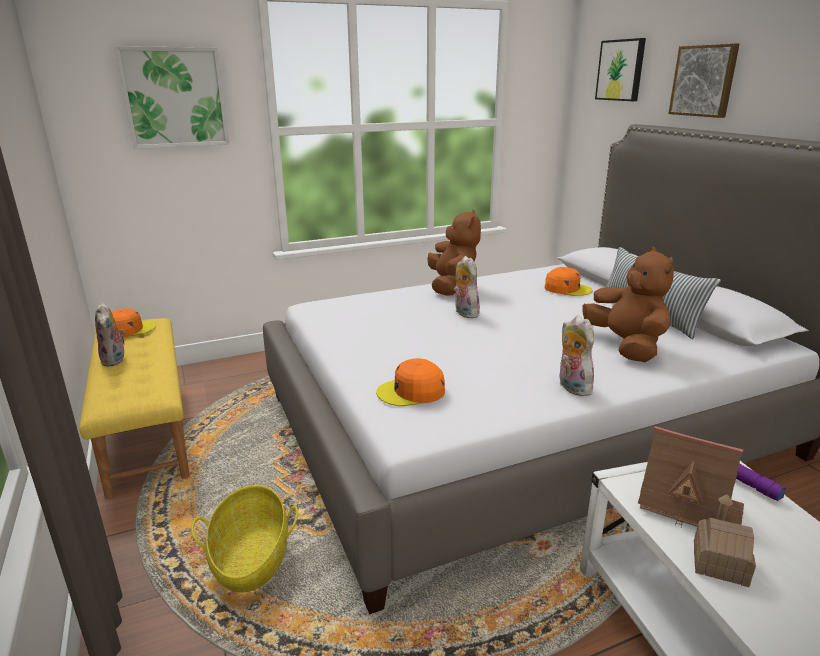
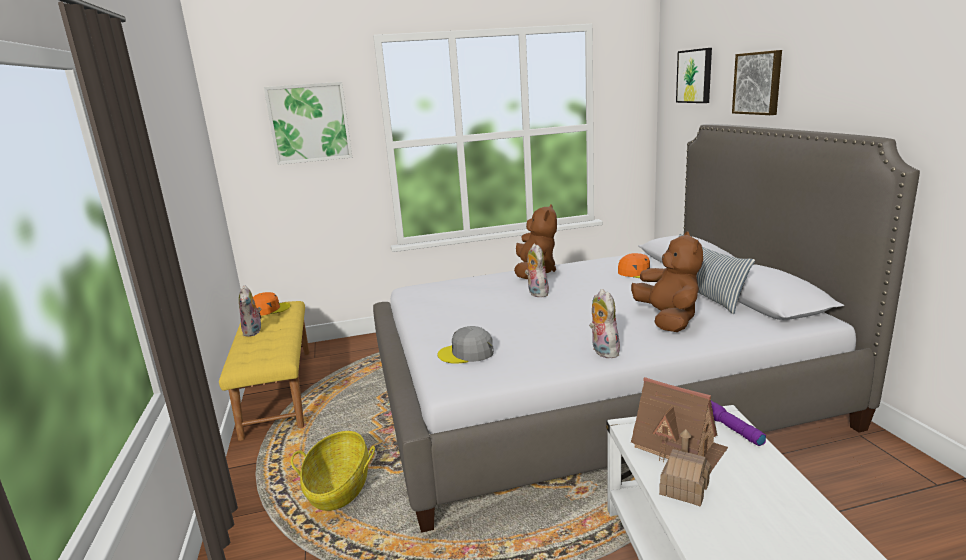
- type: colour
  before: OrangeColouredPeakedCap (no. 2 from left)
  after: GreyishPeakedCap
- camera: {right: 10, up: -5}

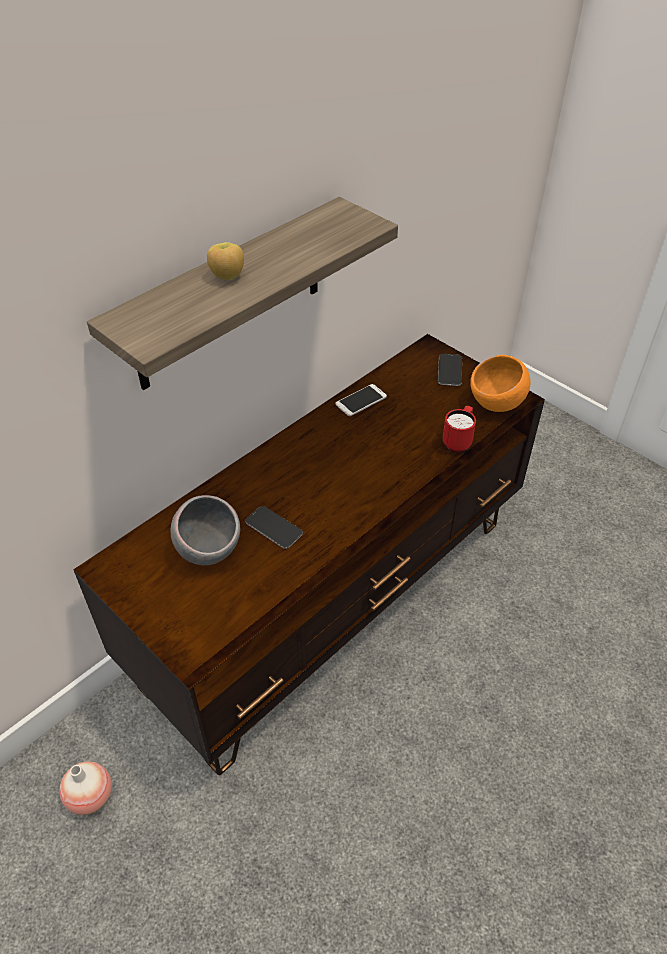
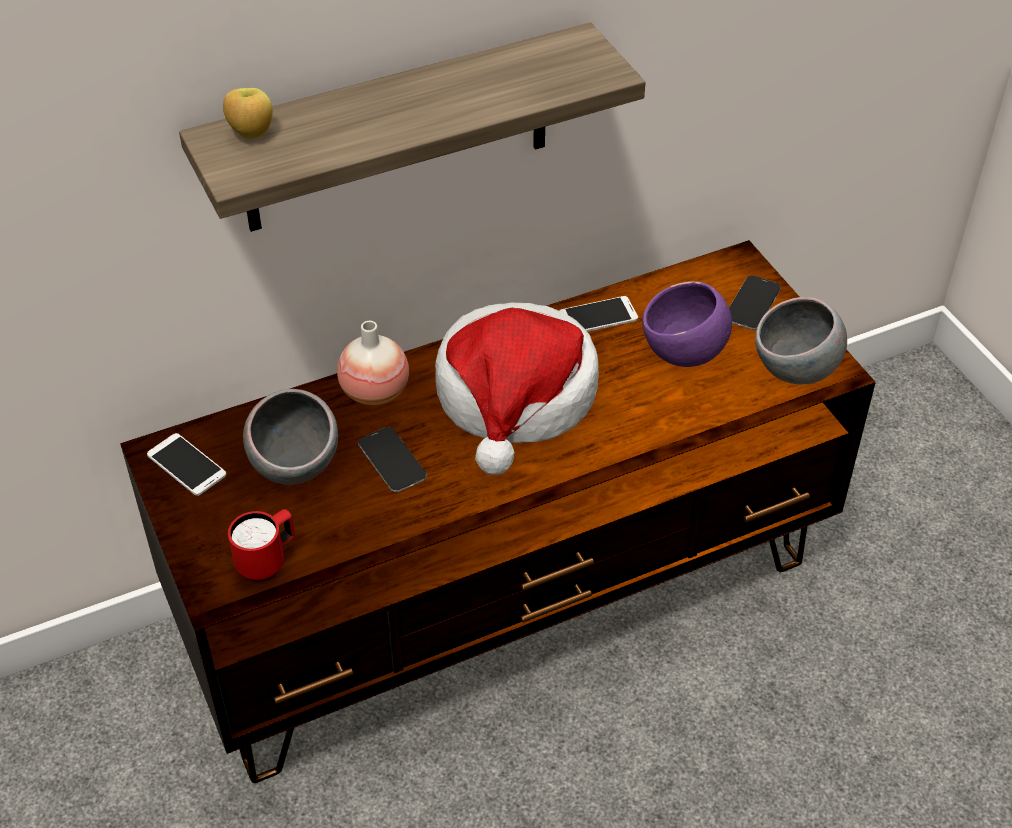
- type: appeared
  after: Phone (no. 1 from left)
- type: relocated
  before: Apple
- type: relocated
  before: ReddishTeaMug
- type: relocated
  before: DecorativeVase
- type: appeared
  after: ClothingHat
- type: appeared
  after: PurpleColouredBowl
- type: colour
  before: OrangeColouredBowl
  after: GreyishBowl (no. 2 from left)
- camera: {right: 20, up: 0}

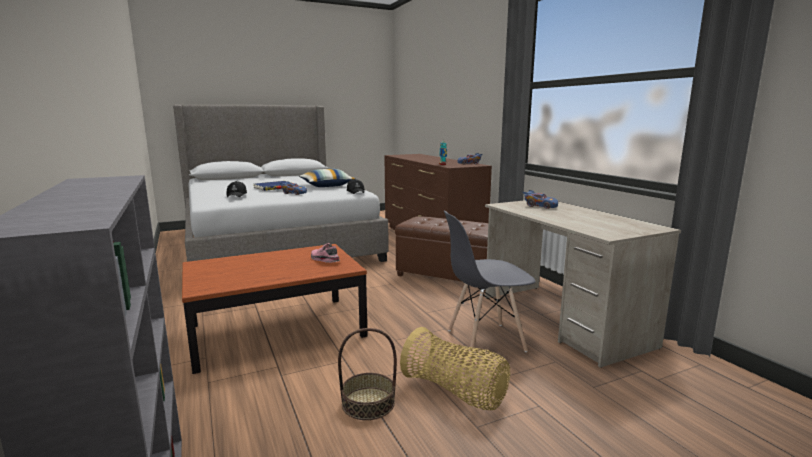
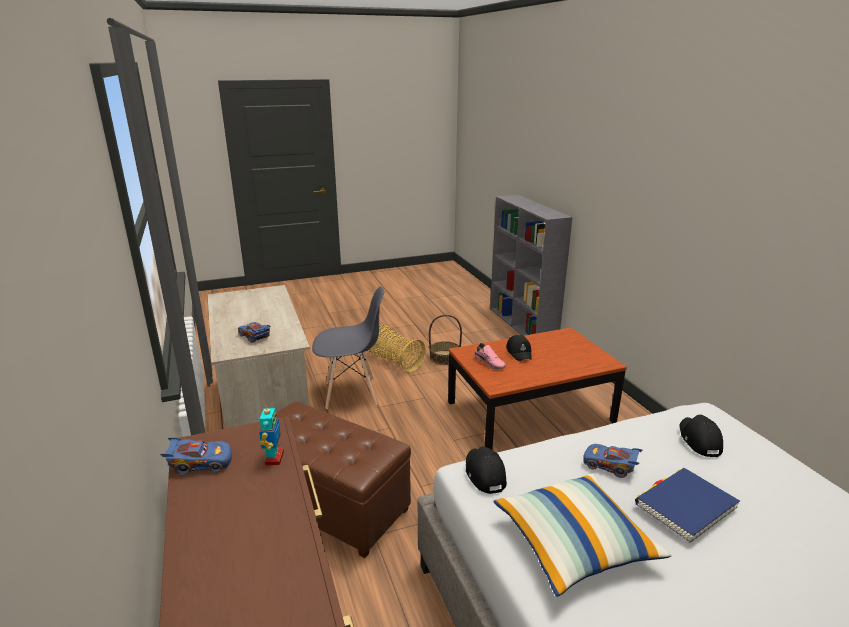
- type: appeared
  after: BlackColouredPeakedCap (no. 2 from left)
- camera: {right: -175, up: 10}

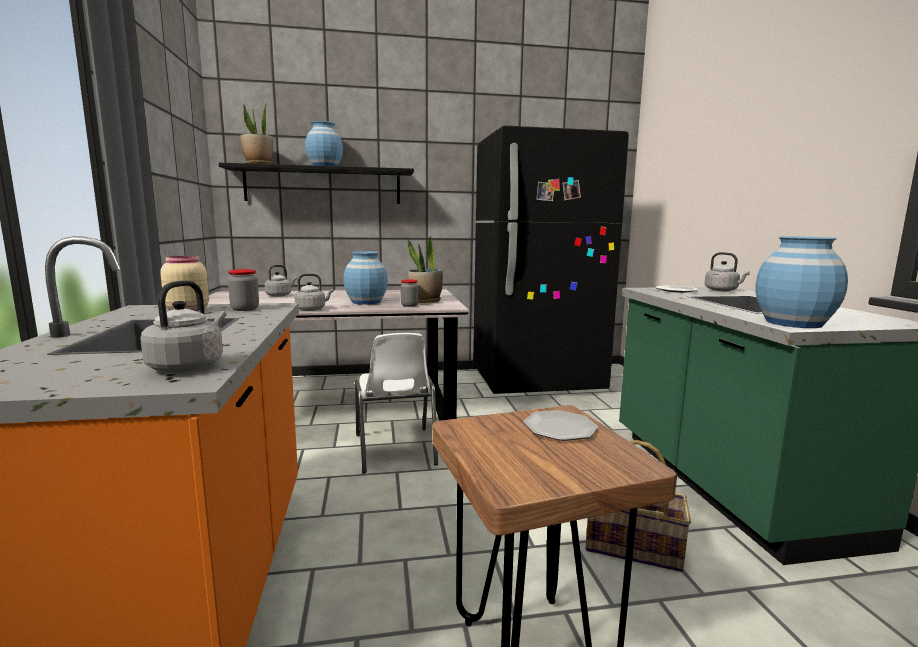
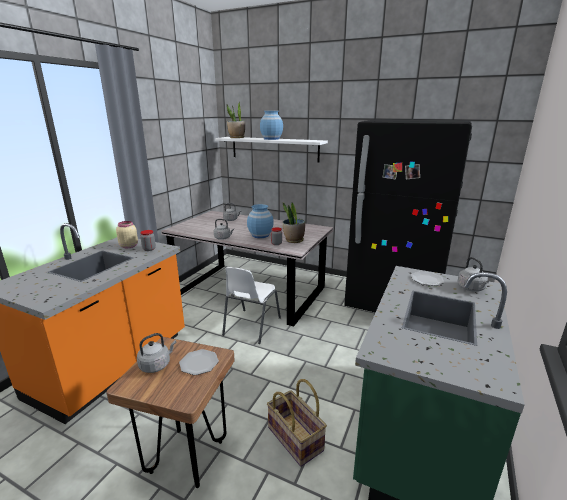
- type: relocated
  before: GreyishTeaKettle (no. 1 from left)
- type: colour
  before: BlackColouredBracketShelf
  after: WhitishBracketShelf
- type: missing
  before: BlueColouredDecorativeVase (no. 3 from left)
- camera: {right: 35, up: 10}

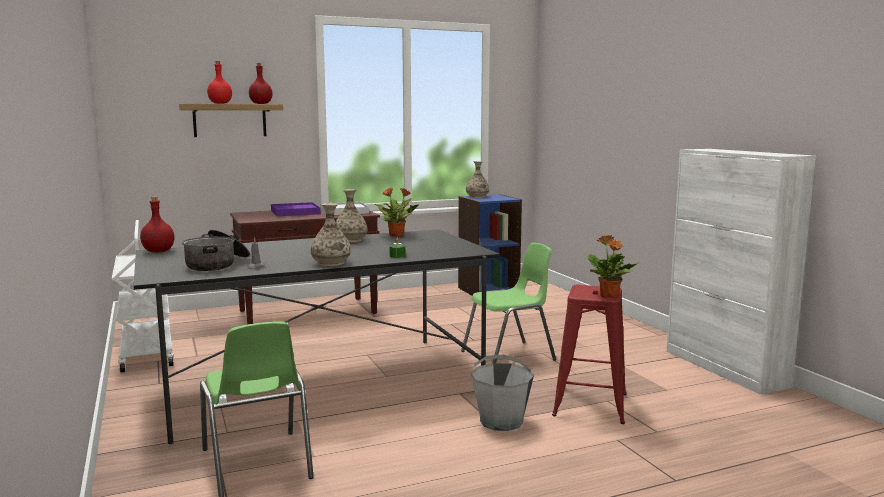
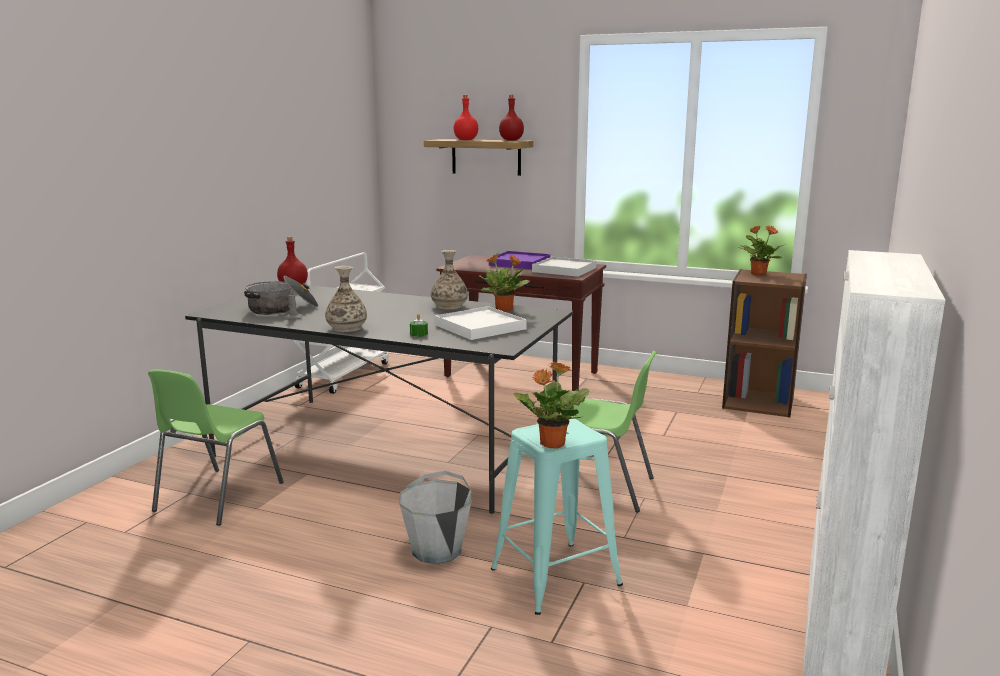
- type: appeared
  after: WhitishCarryingTray (no. 1 from left)
- type: colour
  before: ReddishStool
  after: TurquoiseStool
- type: colour
  before: BlueColouredBookcase
  after: BrownColouredBookcase
- type: exchanged
  before: DecorativeVase (no. 3 from left)
  after: Houseplant (no. 3 from left)
- camera: {right: 45, up: 5}

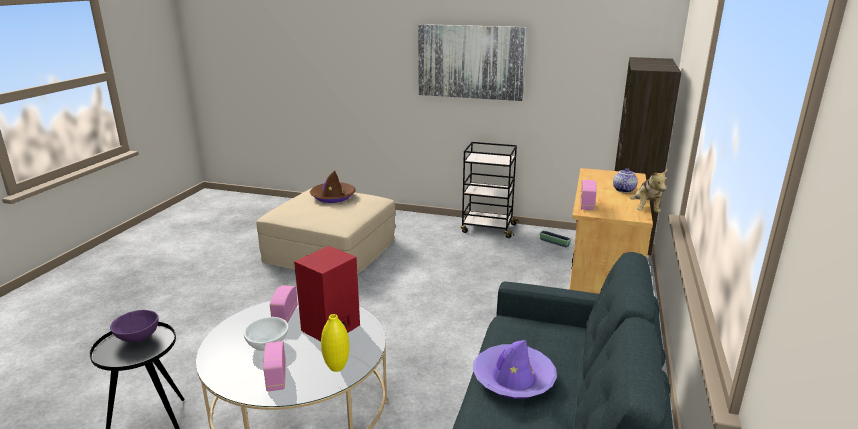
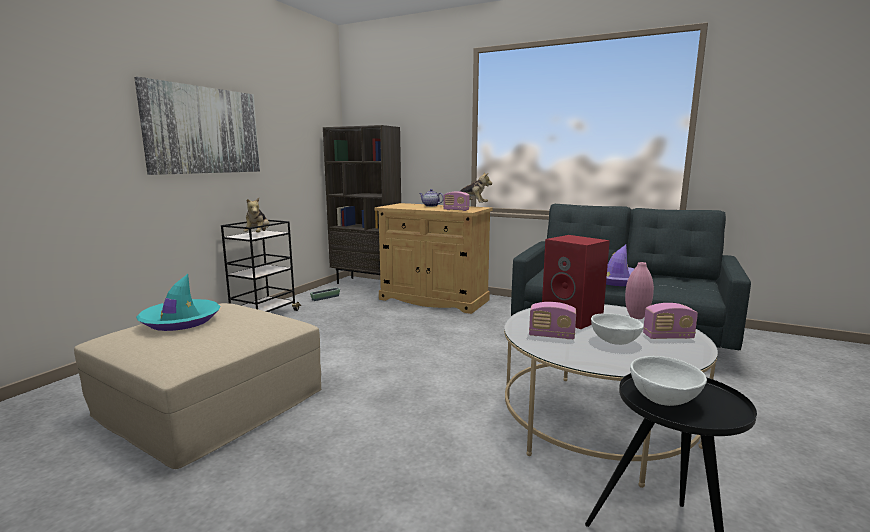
- type: colour
  before: BrownColouredClothingHat
  after: TurquoiseClothingHat
- type: appeared
  after: CuddlyToy (no. 1 from left)
- type: colour
  before: YellowDecorativeVase
  after: PinkDecorativeVase
- type: colour
  before: PurpleColouredBowl
  after: WhitishBowl (no. 2 from left)
- camera: {right: -80, up: -10}

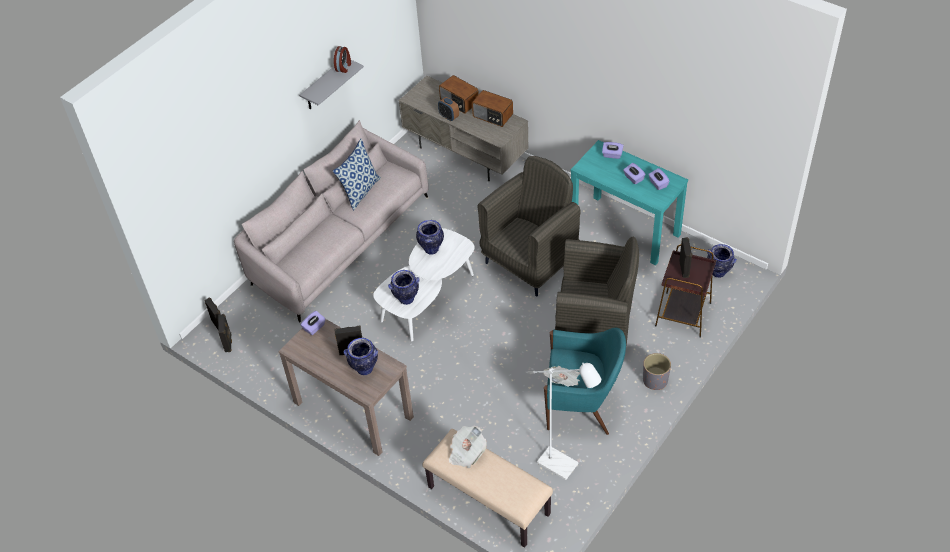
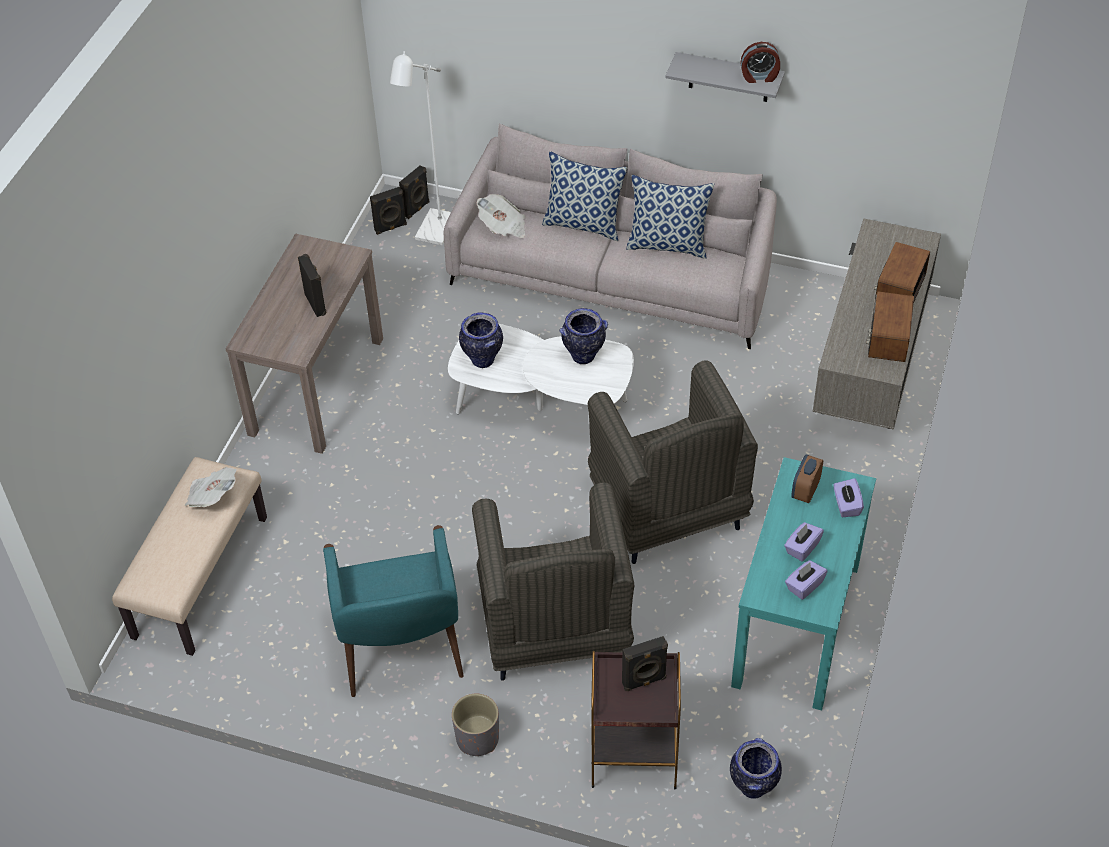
- type: relocated
  before: WhitishStandingLamp
- type: relocated
  before: Newspaper (no. 2 from left)
- type: appeared
  after: Pillow (no. 1 from left)
- type: spun
  before: GreyishEasyChair (no. 1 from left in the first image)
  turn: 45
- type: relocated
  before: BedsideClock (no. 2 from left)
- type: missing
  before: PurpleColouredTissueHolder (no. 1 from left)
- type: missing
  before: DecorativeVase (no. 1 from left)
- camera: {right: 70, up: 0}

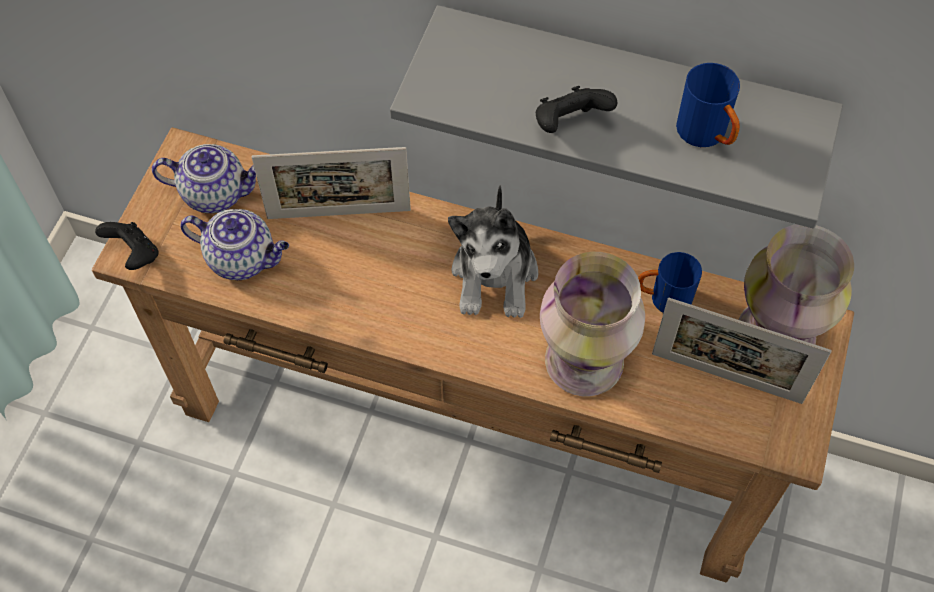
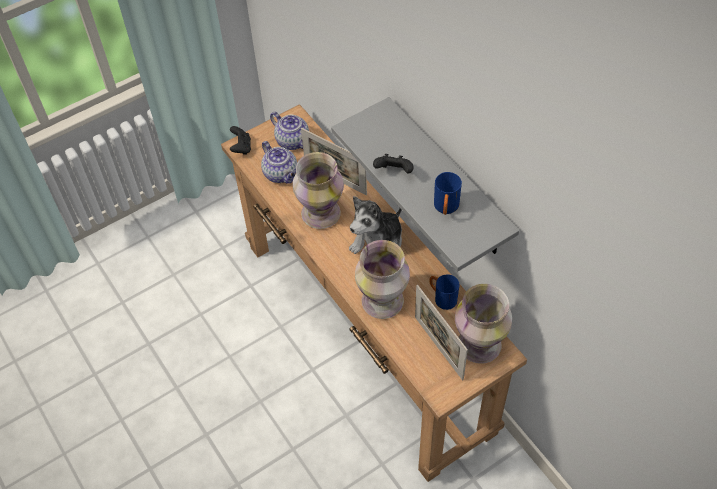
- type: appeared
  after: DecorativeVase (no. 1 from left)
- camera: {right: 40, up: -5}

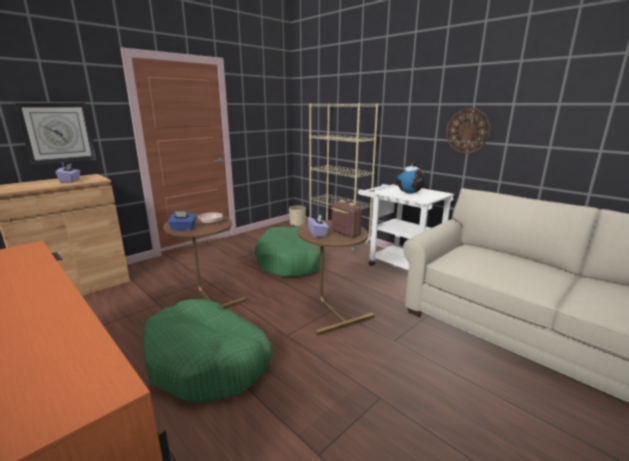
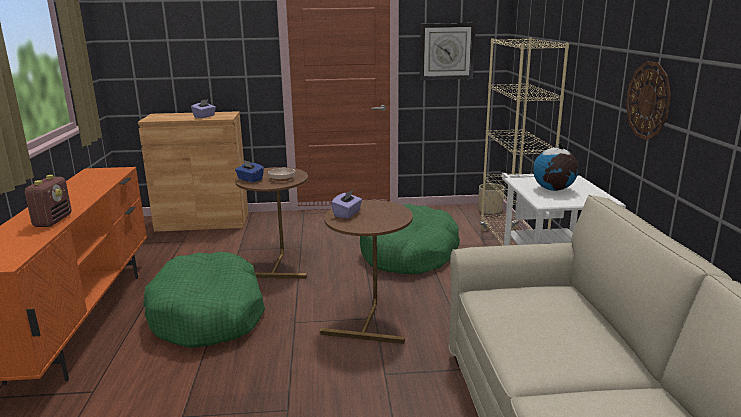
- type: relocated
  before: Radio
- type: relocated
  before: WallClock (no. 1 from left)
- camera: {right: 40, up: 0}

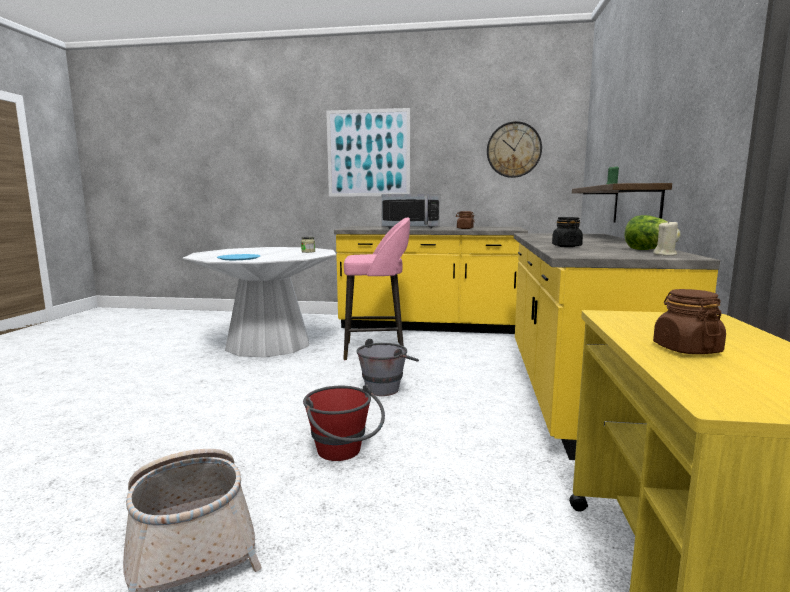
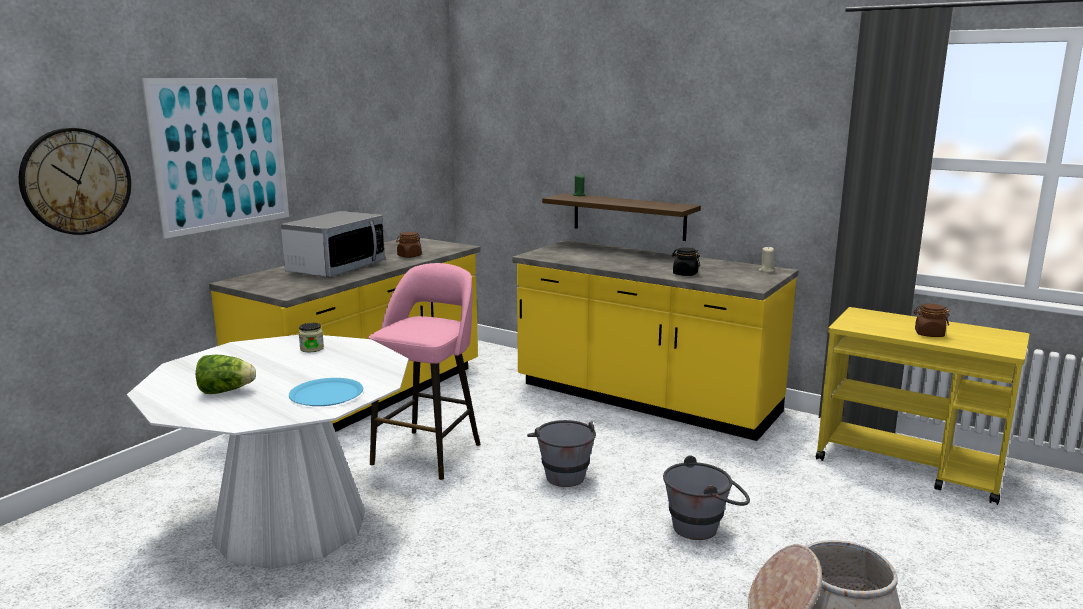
- type: relocated
  before: WallClock
- type: relocated
  before: HeadOfLettuce
- type: colour
  before: ReddishWaterBucket
  after: GreyishWaterBucket (no. 2 from left)
- camera: {right: -65, up: 5}

